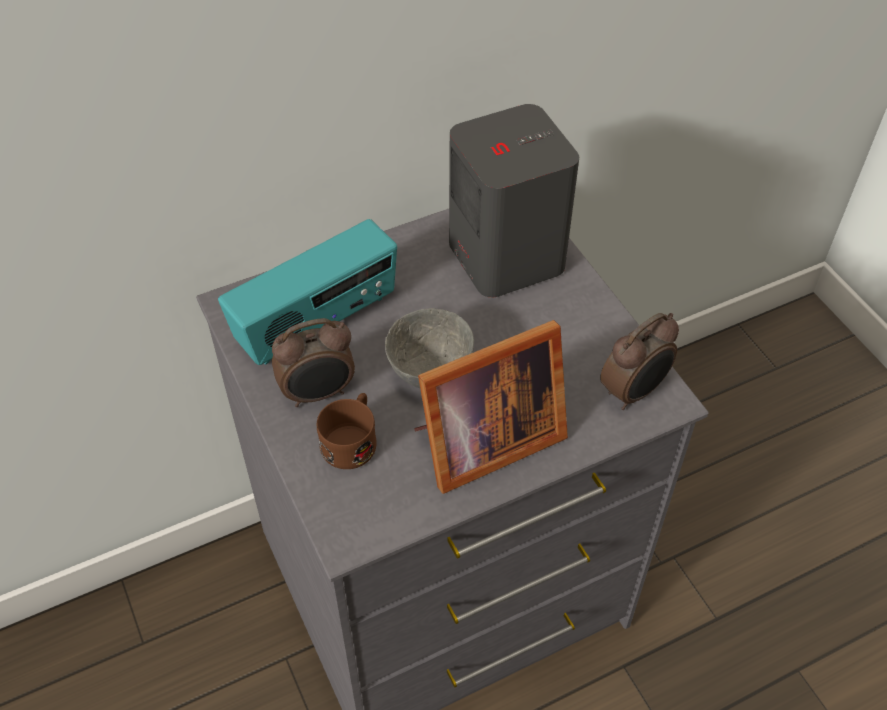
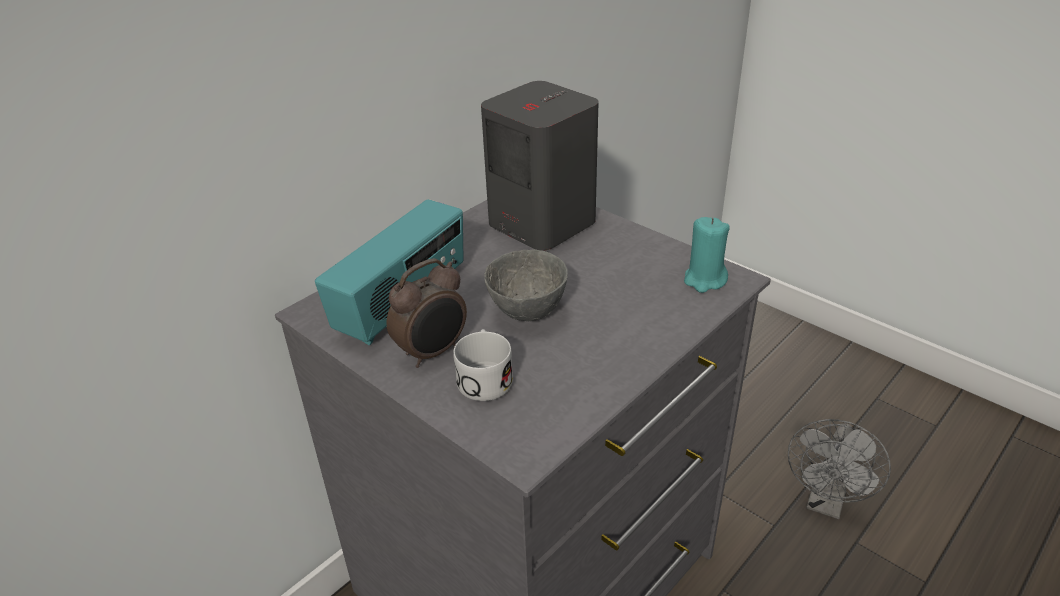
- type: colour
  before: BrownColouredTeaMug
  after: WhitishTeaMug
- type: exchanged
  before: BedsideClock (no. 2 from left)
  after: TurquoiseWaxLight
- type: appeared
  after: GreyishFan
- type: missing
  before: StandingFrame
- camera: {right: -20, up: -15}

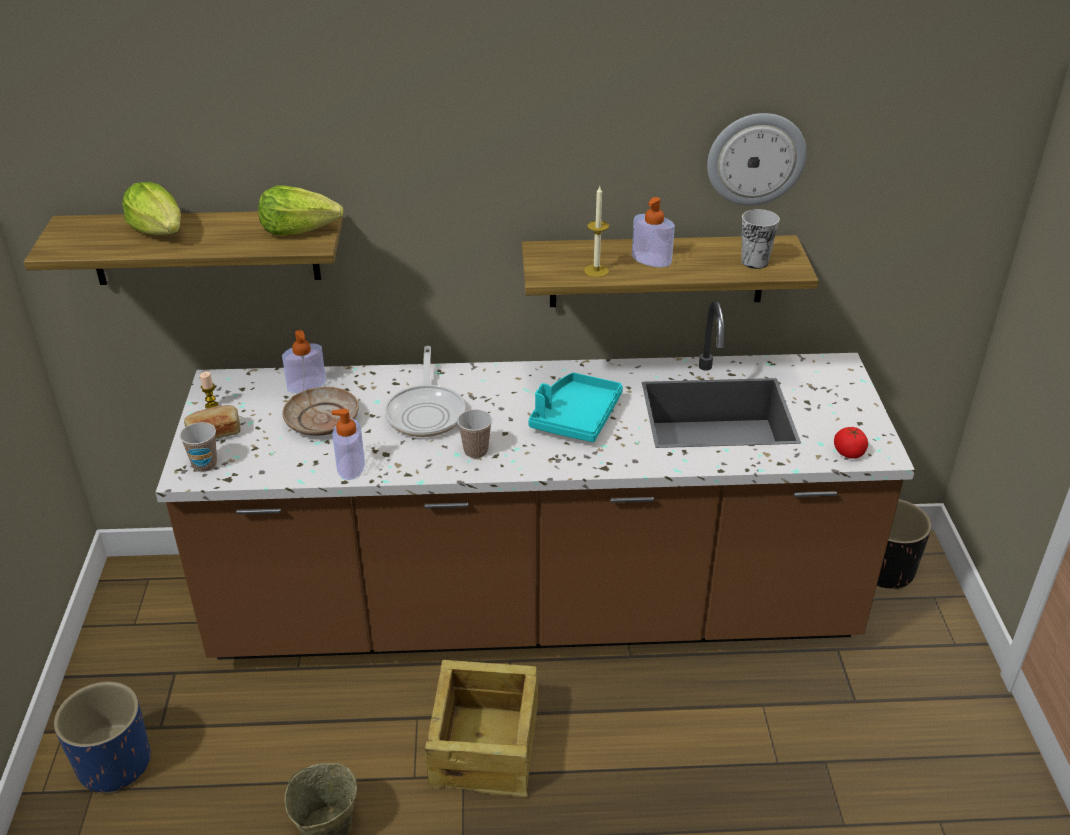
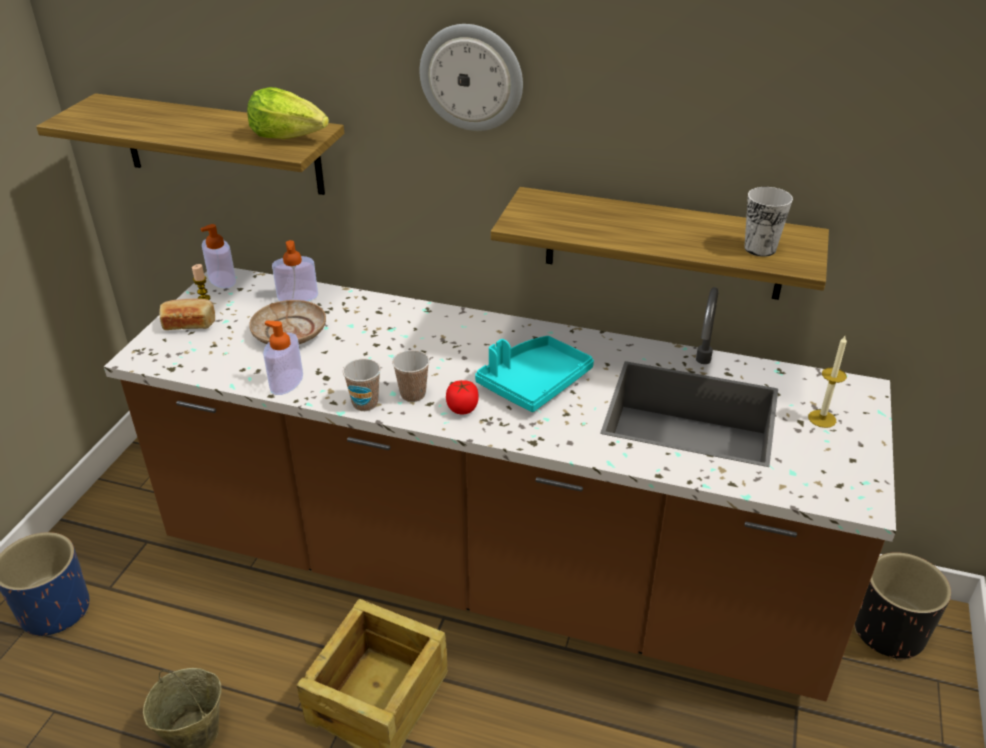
- type: relocated
  before: SoapBottle (no. 3 from left in the first image)
  after: SoapBottle (no. 1 from left)
- type: relocated
  before: Cup (no. 1 from left)
- type: relocated
  before: WallClock
- type: relocated
  before: Tomato
- type: relocated
  before: WaxLight (no. 2 from left)
- type: missing
  before: HeadOfLettuce (no. 1 from left)
- type: missing
  before: Skillet
- camera: {right: 20, up: 0}

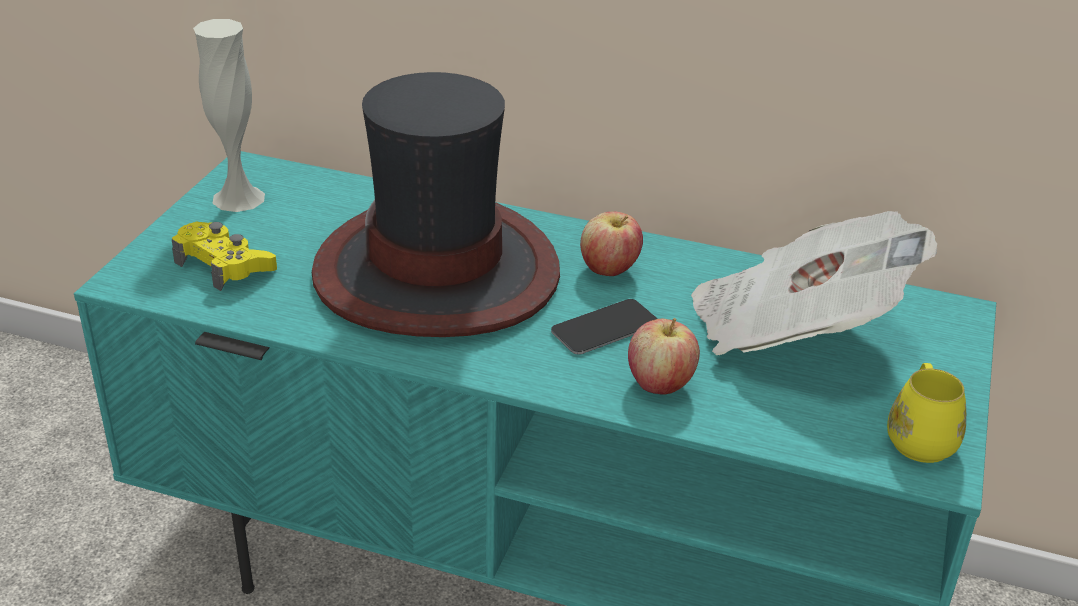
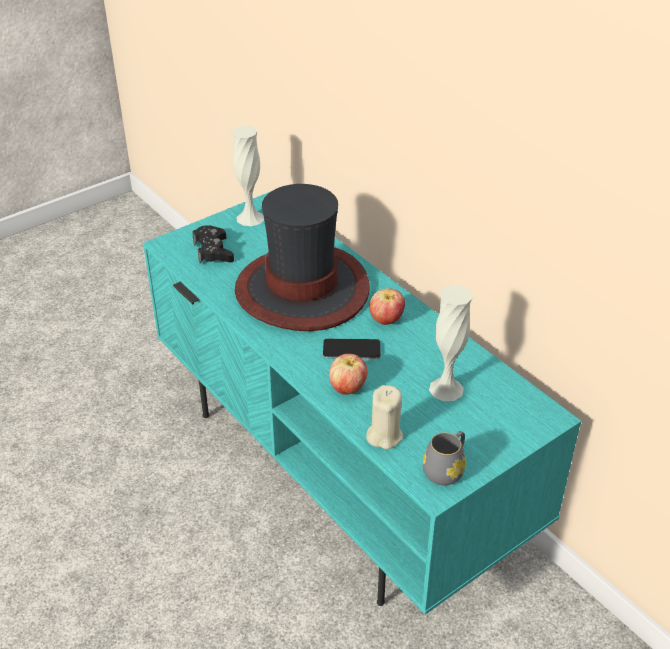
- type: colour
  before: YellowGamepad
  after: BlackColouredGamepad
- type: appeared
  after: SandColouredWaxLight
- type: colour
  before: YellowTeaMug
  after: GreyishTeaMug
- type: exchanged
  before: Newspaper
  after: WhitishDecorativeVase (no. 2 from left)
- camera: {right: 35, up: 5}

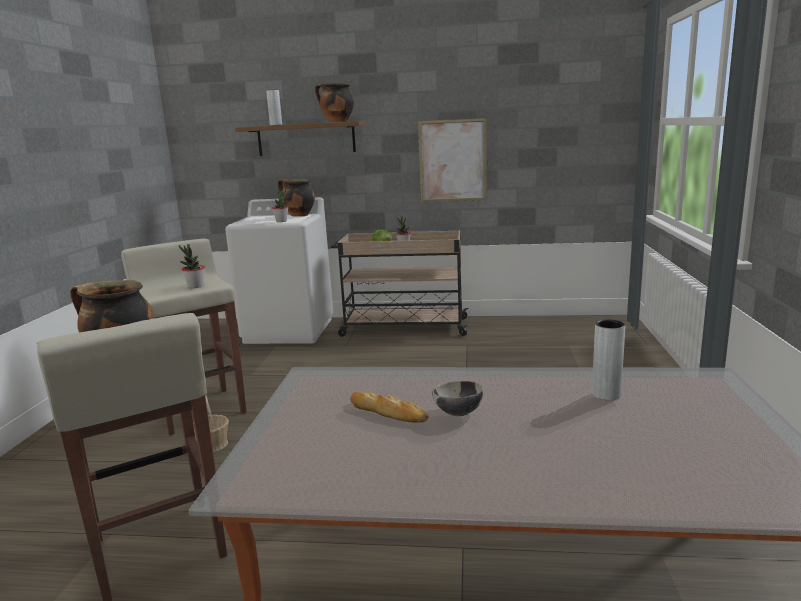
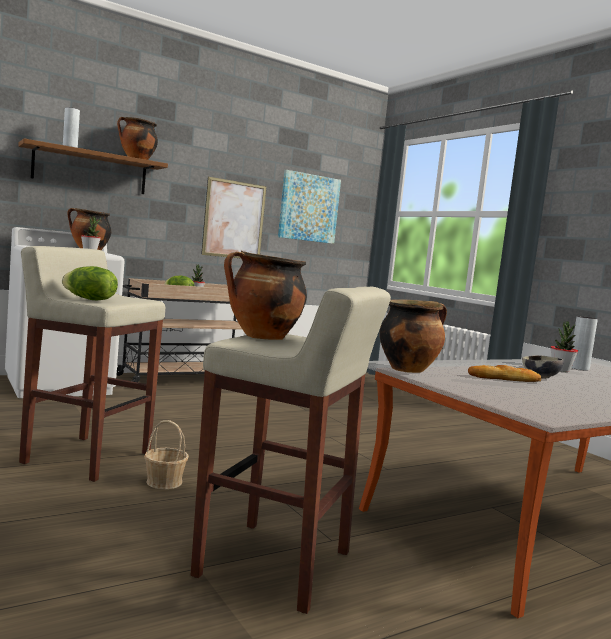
- type: appeared
  after: HeadOfLettuce (no. 1 from left)
- type: appeared
  after: WallPicture (no. 2 from left)
- type: appeared
  after: Saucepot (no. 4 from left)
- type: relocated
  before: Houseplant (no. 1 from left in the first image)
  after: Houseplant (no. 3 from left)
- camera: {right: -40, up: -10}

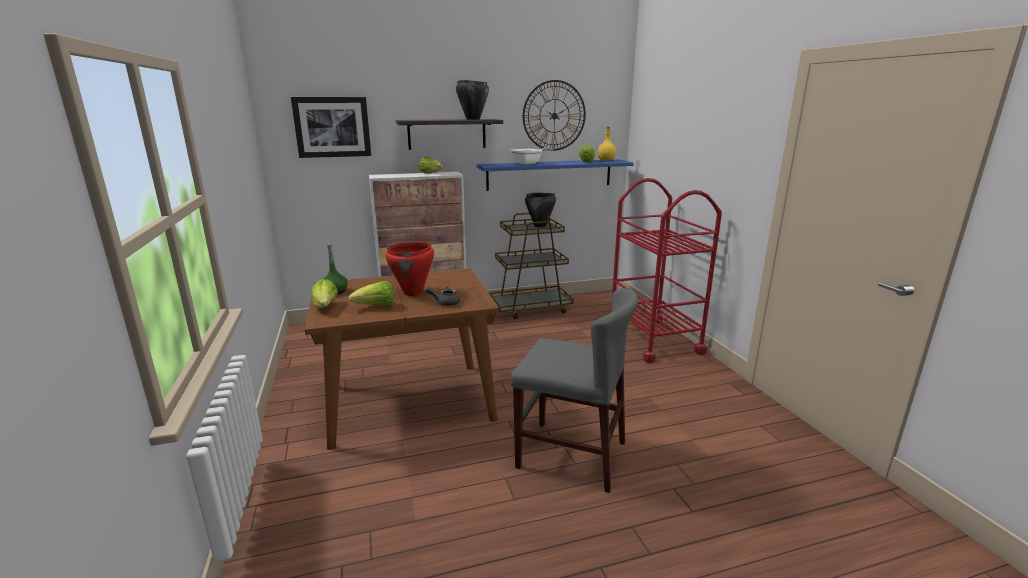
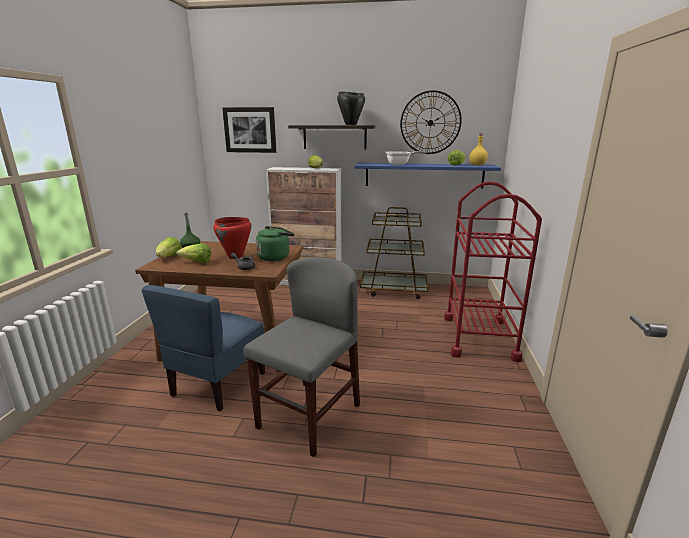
- type: appeared
  after: BlueColouredChair
- type: spun
  before: GreyishChair
  turn: -105
- type: appeared
  after: GreenishTeaKettle
- type: missing
  before: BlackColouredSaucepot (no. 2 from left)
- camera: {right: 25, up: 0}

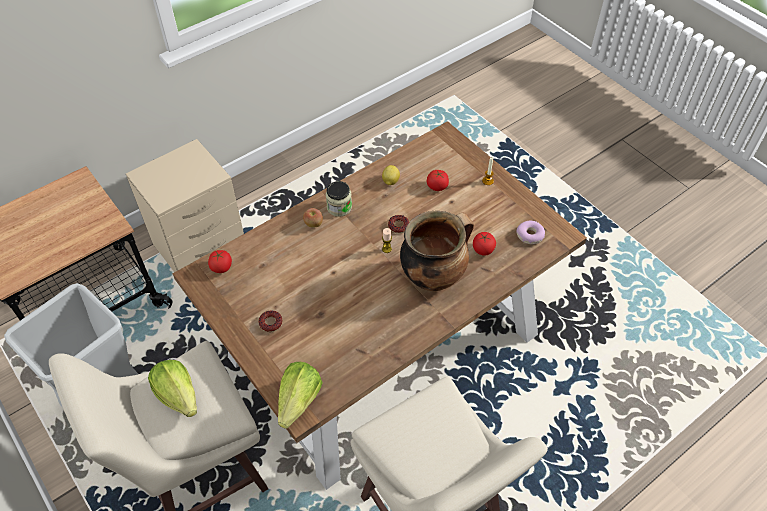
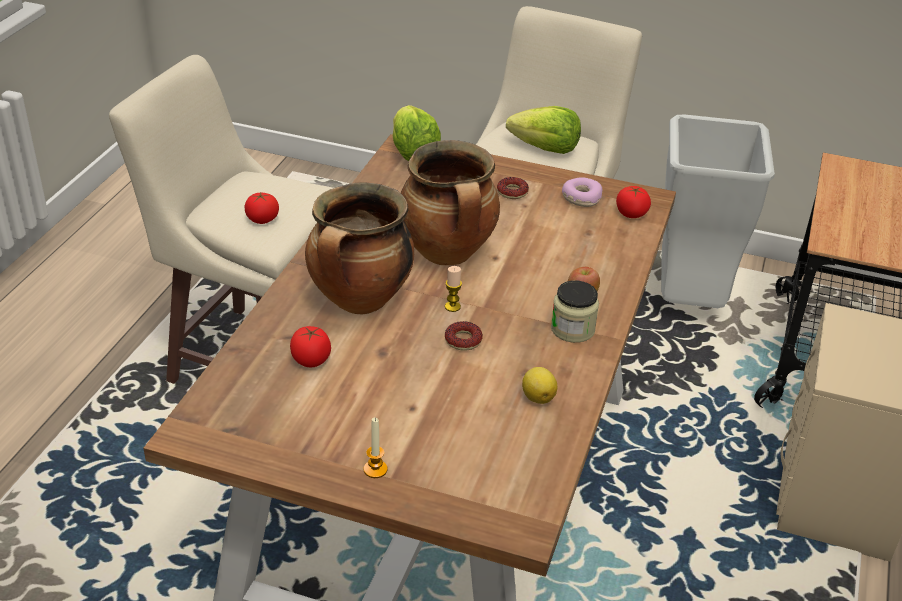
- type: relocated
  before: Tomato (no. 2 from left in the first image)
  after: Tomato (no. 1 from left)
- type: appeared
  after: Saucepot (no. 2 from left)
- type: relocated
  before: Donut (no. 3 from left)
- camera: {right: 145, up: -15}

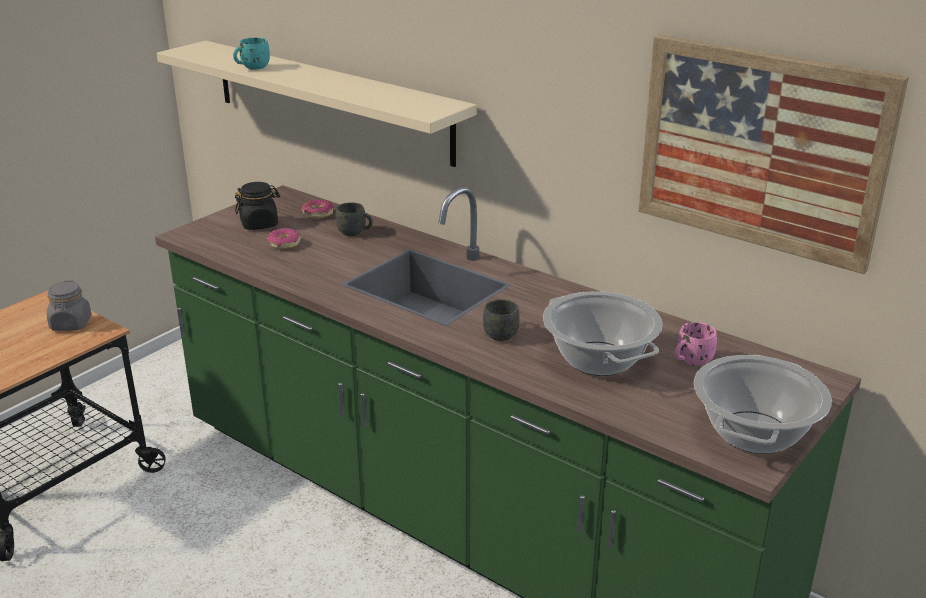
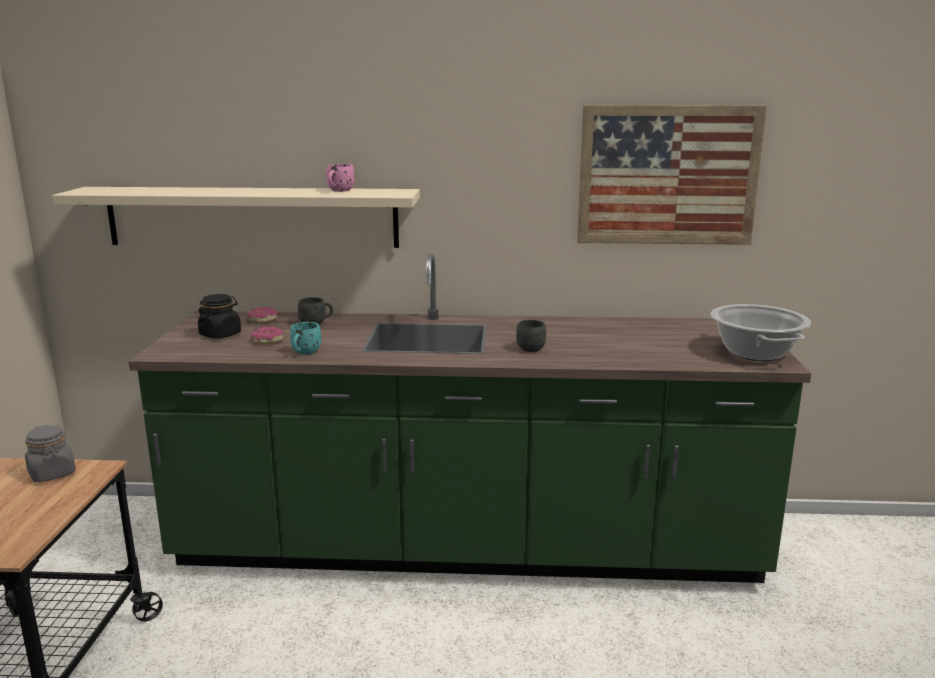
- type: relocated
  before: TurquoiseTeaMug
- type: relocated
  before: PinkTeaMug
- type: missing
  before: Saucepot (no. 1 from left)
- camera: {right: -35, up: -10}

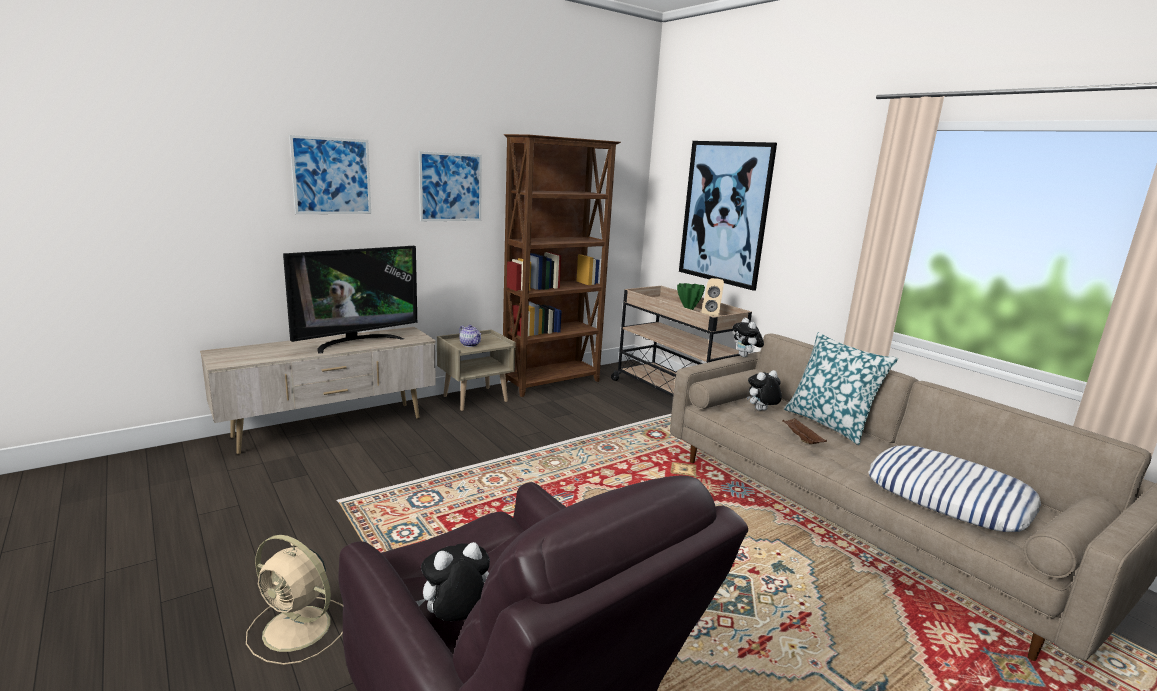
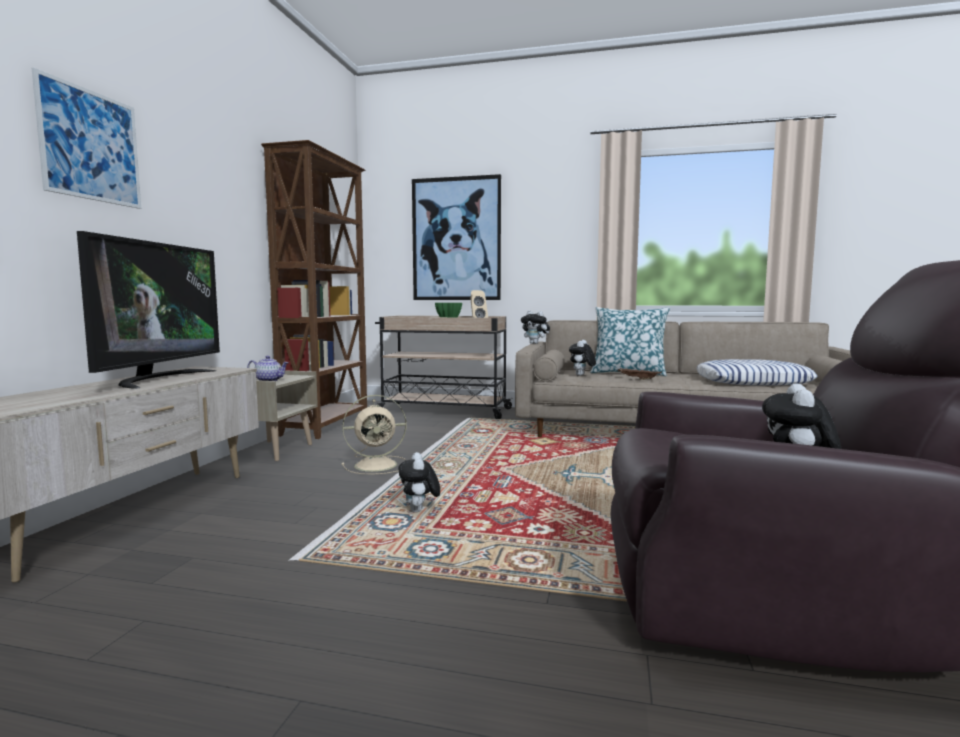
- type: relocated
  before: SandColouredFan
- type: appeared
  after: CuddlyToy (no. 1 from left)
- type: missing
  before: WallPicture (no. 2 from left)
- camera: {right: -40, up: -10}

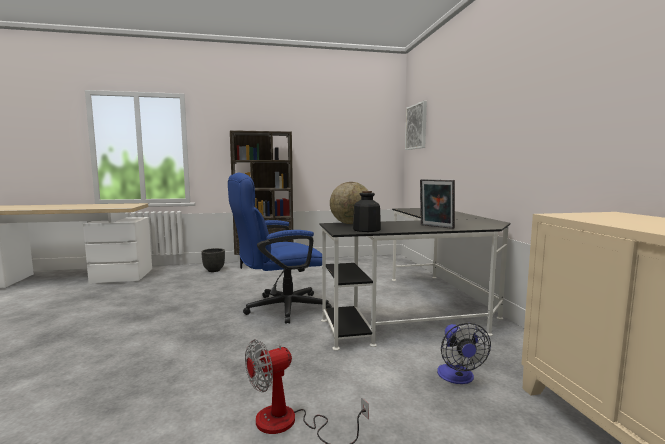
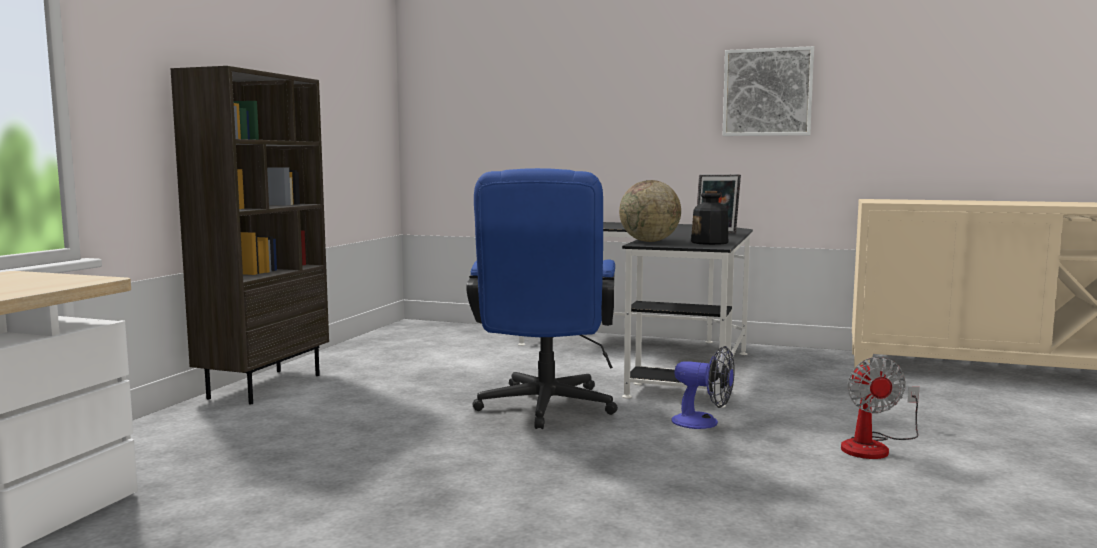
- type: relocated
  before: Fan (no. 2 from left in the first image)
  after: Fan (no. 1 from left)
- type: relocated
  before: WallPicture
- type: missing
  before: BlackColouredPlanter
- camera: {right: -60, up: 0}

